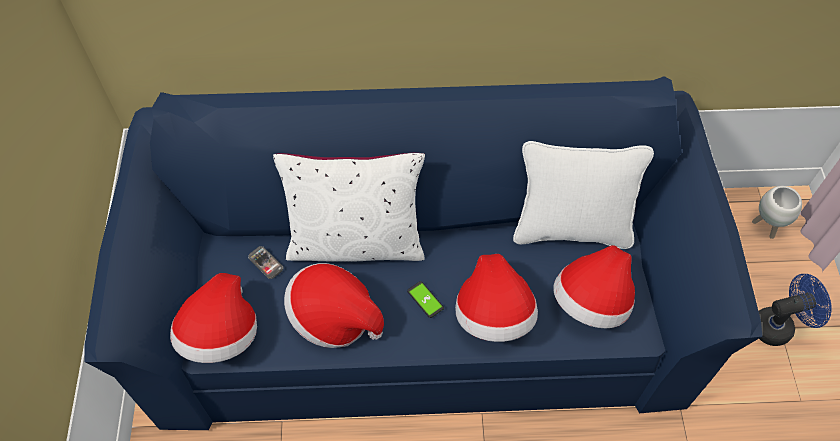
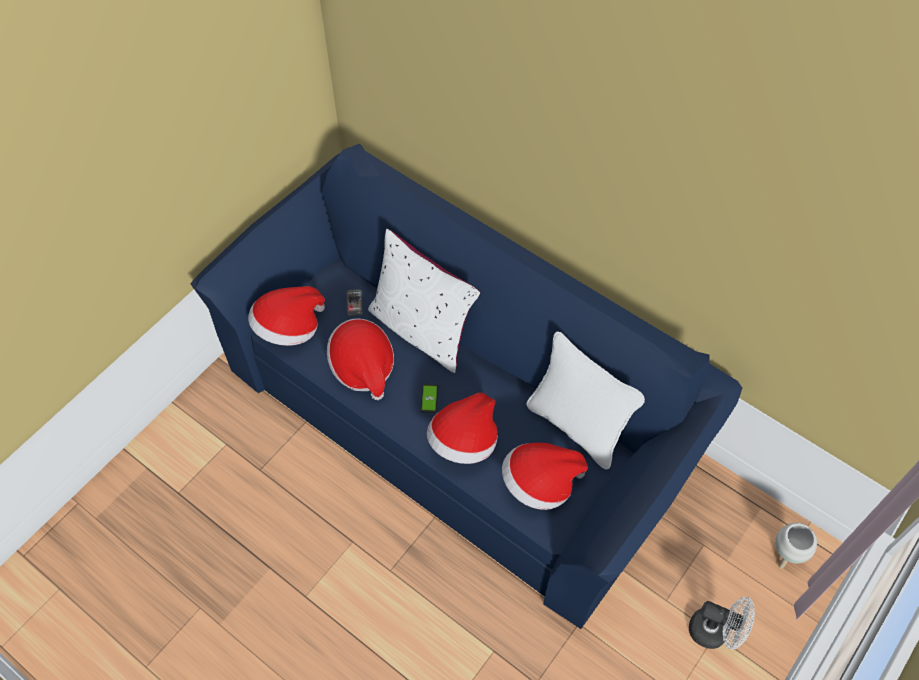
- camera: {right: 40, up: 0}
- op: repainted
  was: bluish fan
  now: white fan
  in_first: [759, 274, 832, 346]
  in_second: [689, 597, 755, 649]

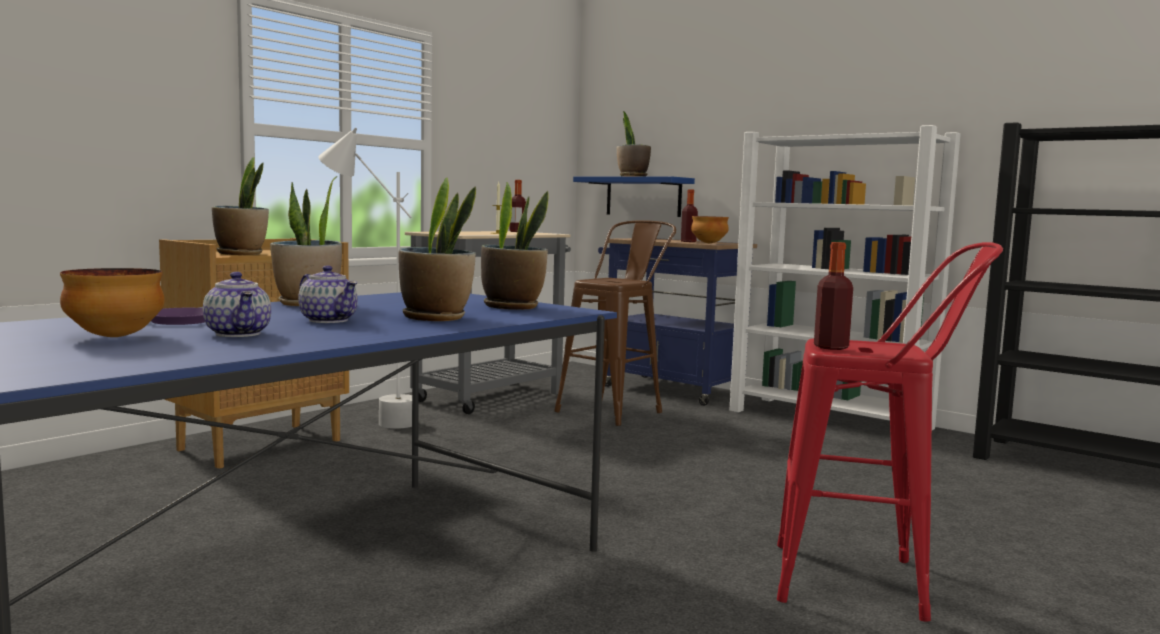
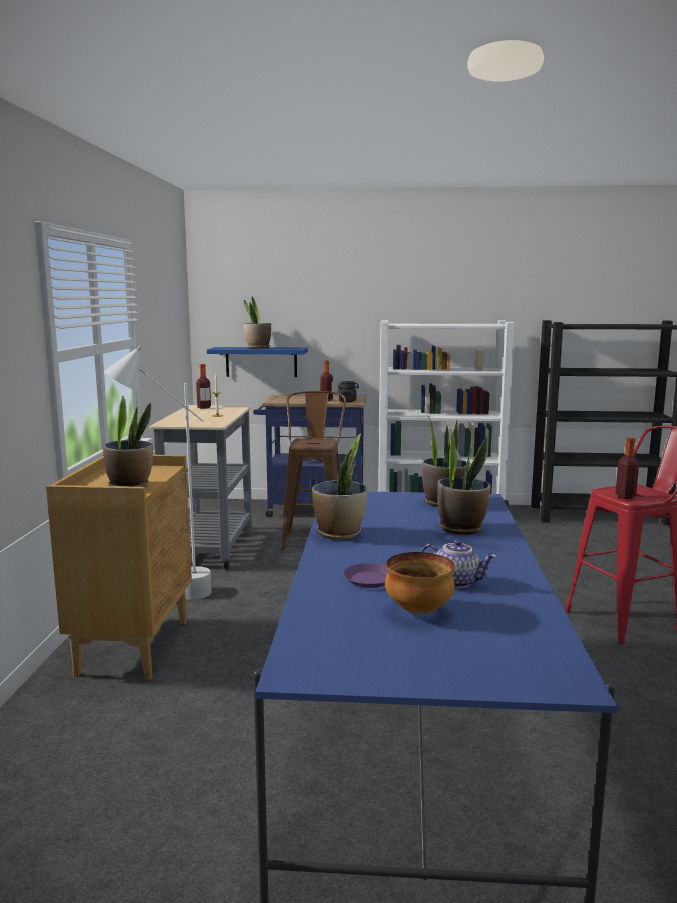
- camera: {right: -35, up: 5}
- op: gone
  was: tea pot
  in_first: [298, 265, 358, 323]
- op: swapped
  was: deep dish
  now: blackish jar
  in_first: [691, 216, 729, 243]
  in_second: [337, 381, 359, 402]

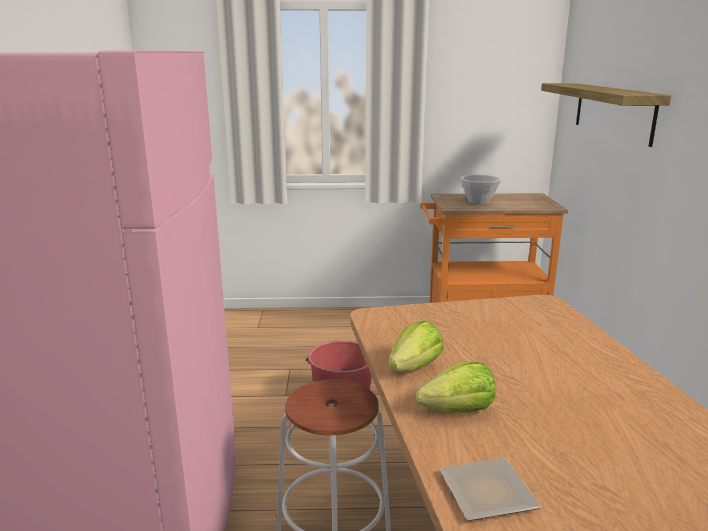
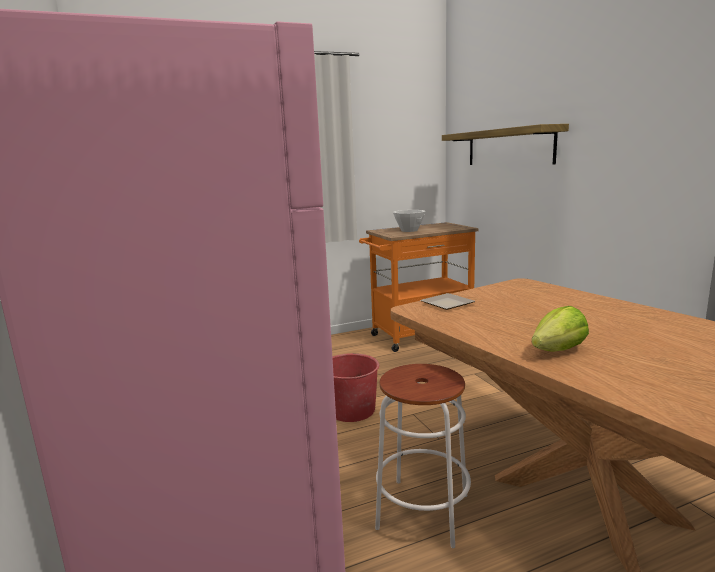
- camera: {right: -20, up: -5}
- op: gone
  was: lettuce
  in_first: [388, 321, 444, 372]
- op: shifted
  was: flat dish
  in_first: [439, 458, 541, 521]
  in_second: [420, 293, 475, 310]

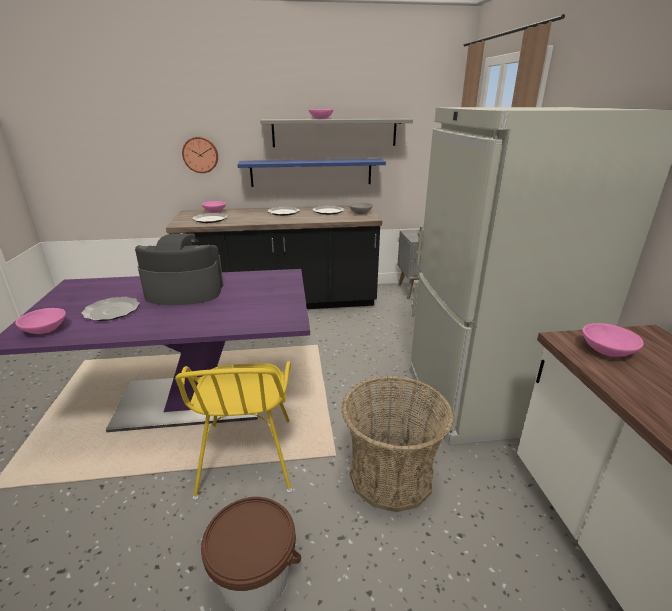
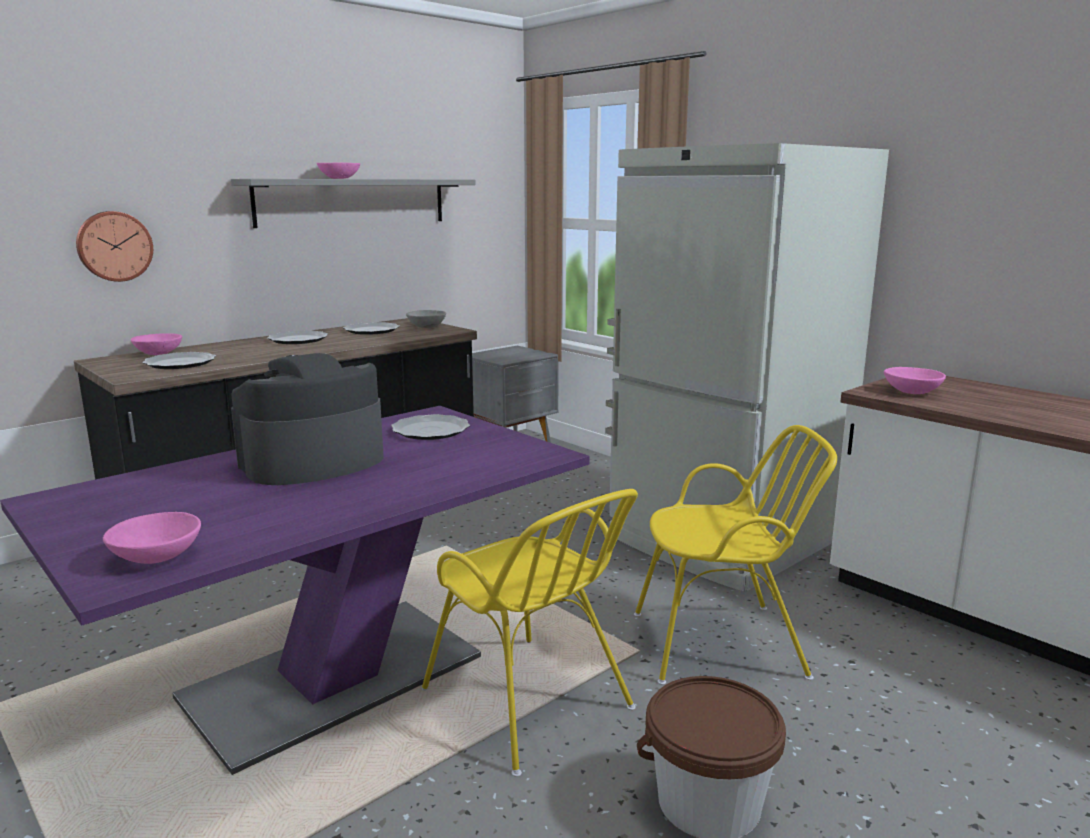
- camera: {right: -35, up: -10}
- op: gone
  was: bluish wall shelf
  in_first: [237, 159, 386, 187]
- op: shifted
  was: flat dish
  in_first: [81, 297, 140, 321]
  in_second: [391, 414, 470, 440]
- op: swapped
  was: household basket
  now: yellowish upright chair
  in_first: [341, 376, 454, 512]
  in_second: [634, 425, 837, 685]

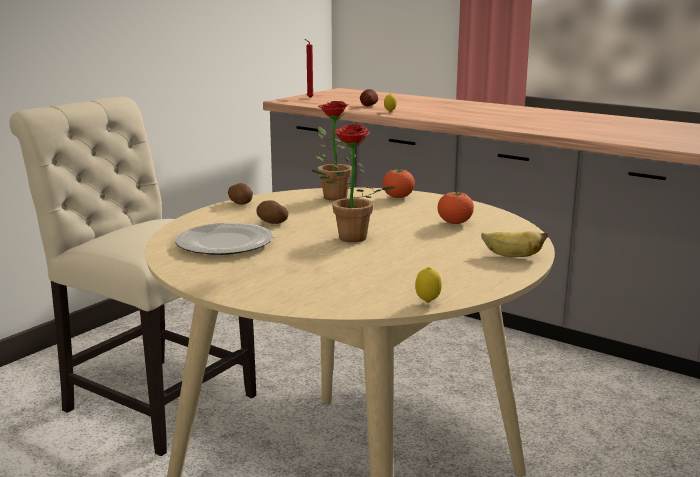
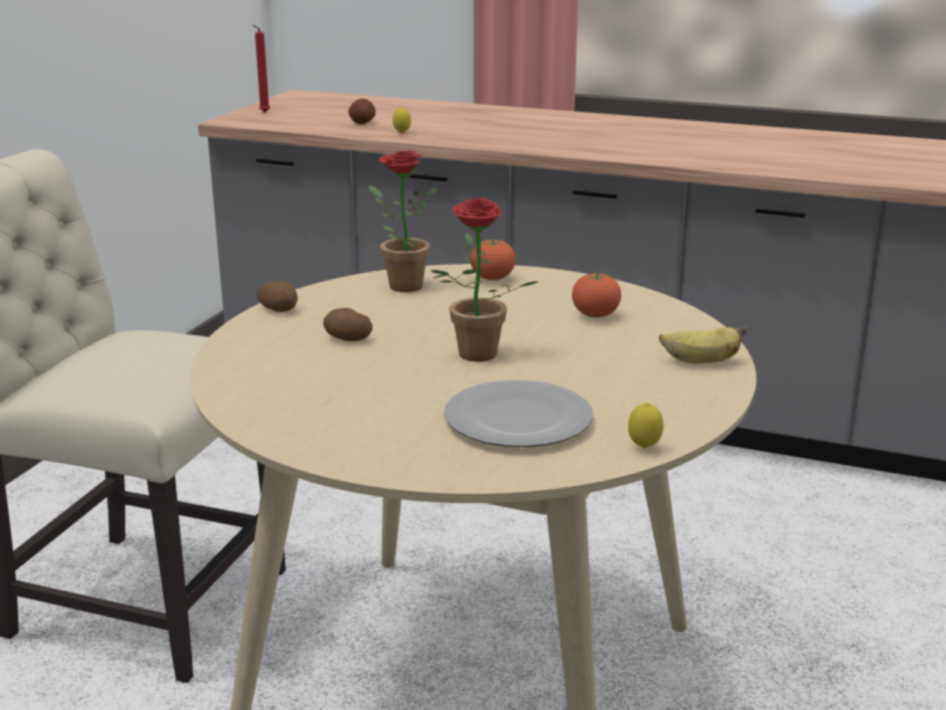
- camera: {right: -15, up: 5}
- op: shifted
  was: flat dish
  in_first: [175, 223, 273, 255]
  in_second: [444, 380, 593, 447]

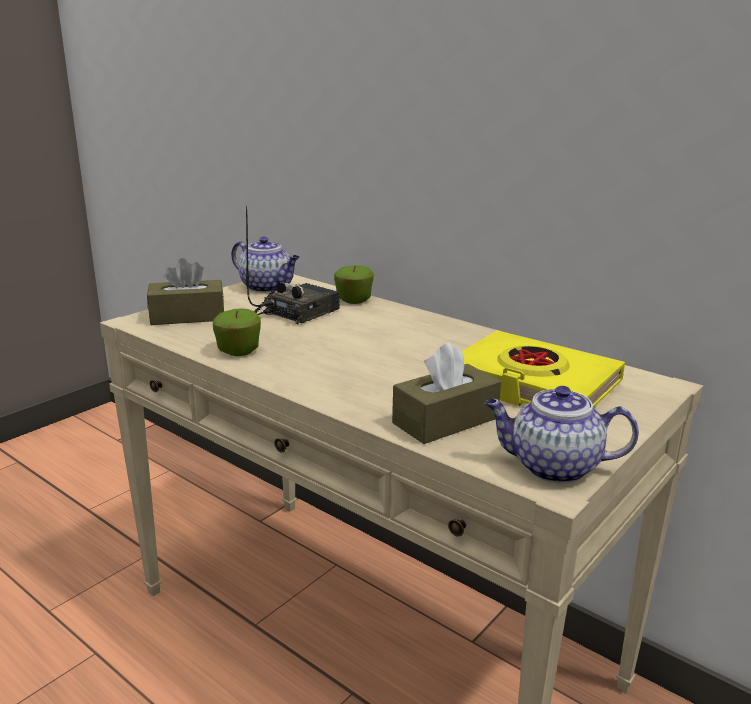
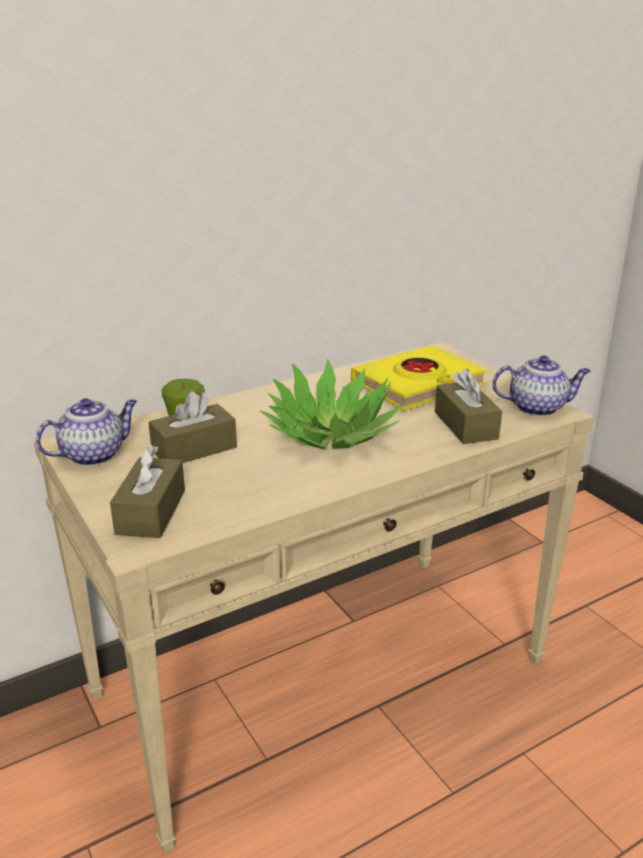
- camera: {right: -70, up: 5}
- op: gone
  was: whole apple
  in_first: [213, 308, 261, 356]
- op: new
  now: plant in a pot
  in_second: [260, 358, 404, 450]
- op: swapped
  was: radio receiver
  now: brownish tissue holder
  in_first: [246, 206, 340, 324]
  in_second: [148, 391, 237, 463]
- op: rotated
  was: tea pot
  in_first: [485, 386, 639, 483]
  in_second: [492, 356, 590, 416]
  clockwise: -120

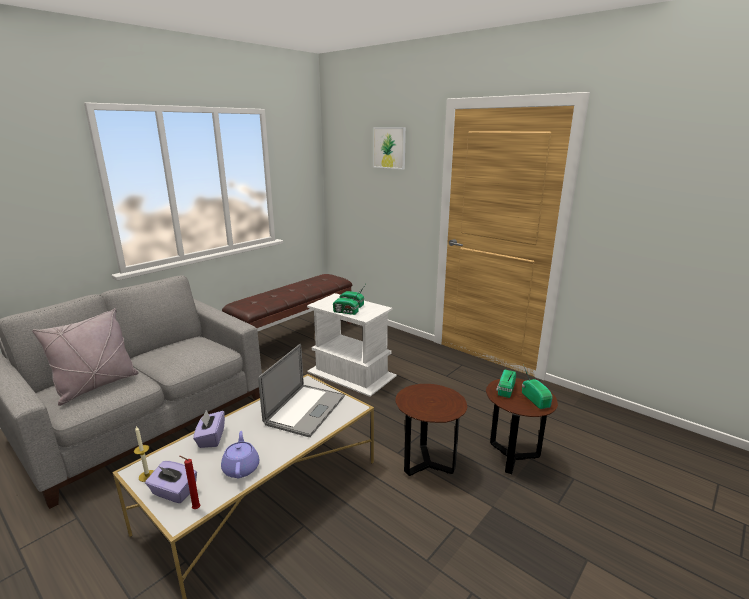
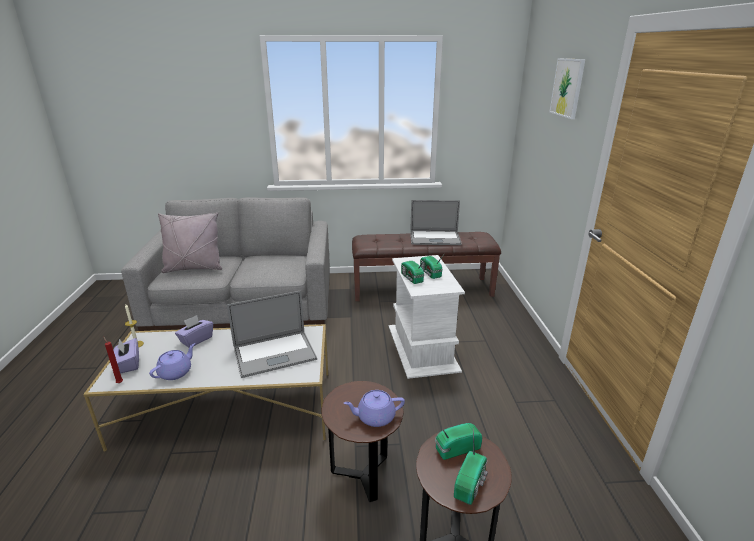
- camera: {right: 45, up: 5}
- op: new
  now: purplish tea pot
  in_second: [344, 390, 405, 427]
- op: new
  now: laptop
  in_second: [410, 200, 462, 245]

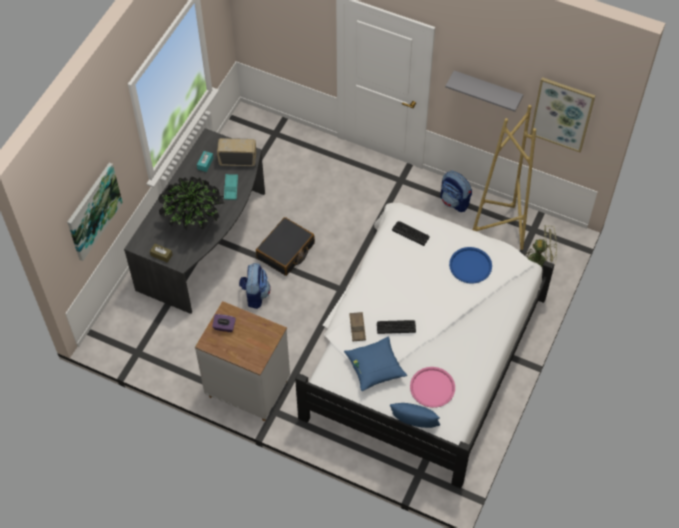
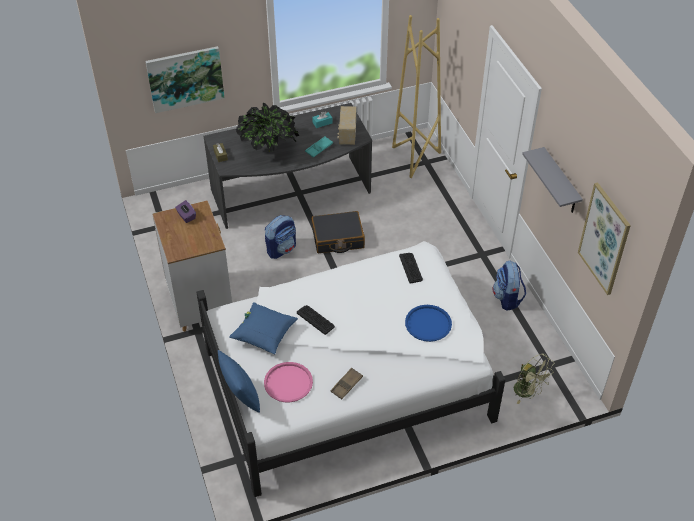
- camera: {right: 45, up: -10}
- op: shifted
  was: brownish serving tray
  in_first: [349, 312, 366, 341]
  in_second: [330, 368, 363, 399]
- op: shifted
  was: yellowish clothes rack
  in_first: [473, 105, 536, 250]
  in_second: [392, 15, 441, 178]
- op: rotated
  was: radio receiver
  in_first: [217, 138, 256, 166]
  in_second: [337, 106, 356, 145]
  clockwise: -135

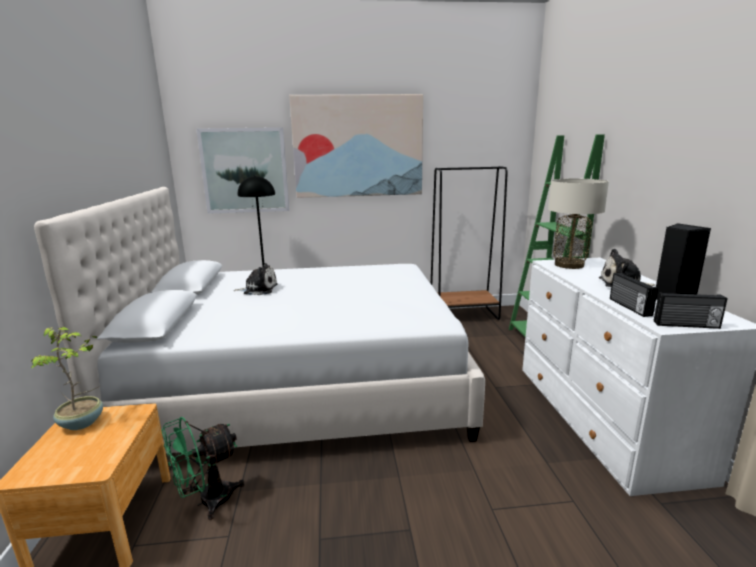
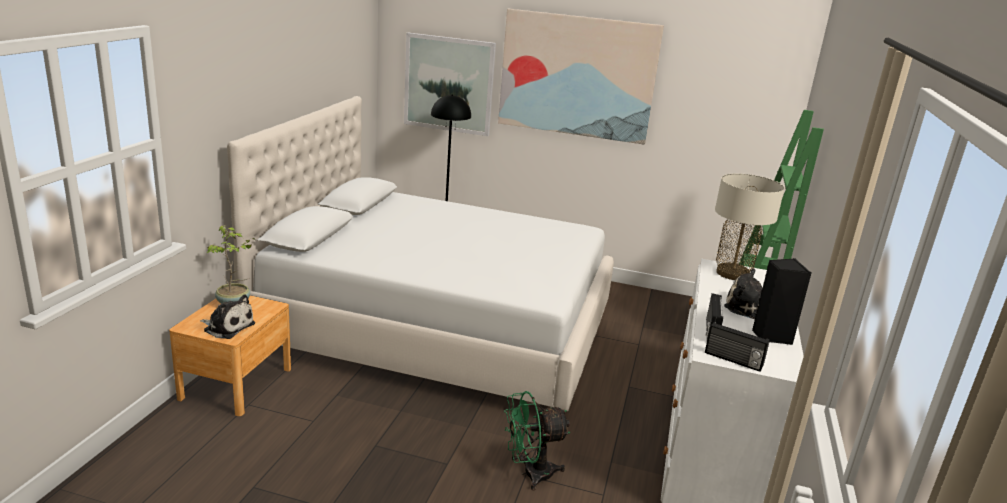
- camera: {right: 20, up: 5}
- op: gone
  was: clothes rack
  in_first: [431, 166, 508, 320]
- op: shifted
  was: green fan
  in_first: [161, 417, 245, 520]
  in_second: [504, 391, 571, 491]
- op: shifted
  was: soft toy
  in_first: [234, 263, 278, 295]
  in_second: [200, 294, 255, 339]

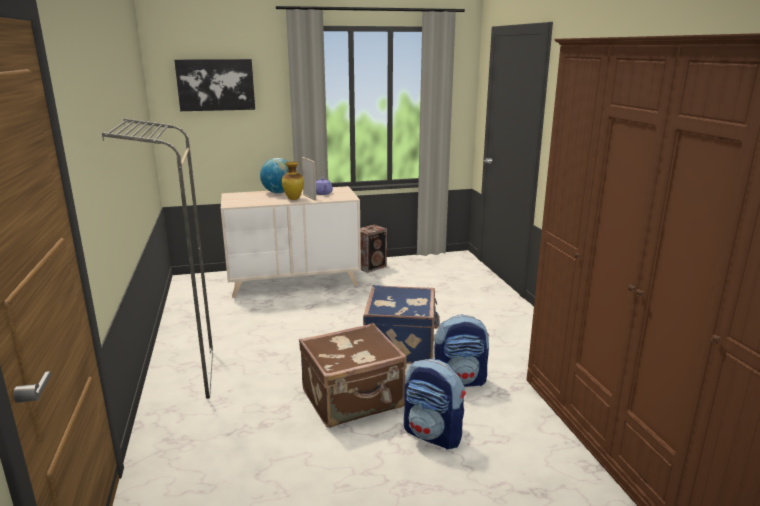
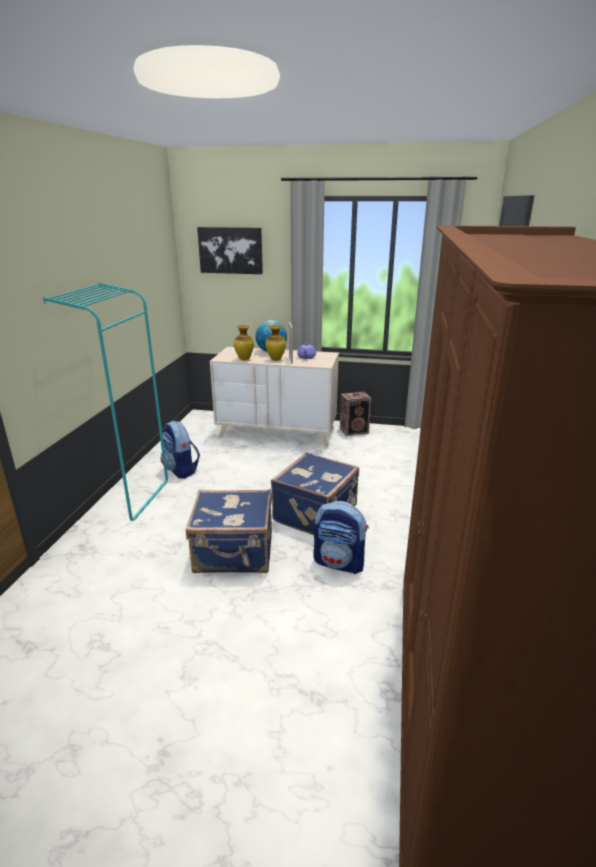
- camera: {right: 25, up: 5}
- op: new
  now: flower vase
  in_second: [234, 325, 254, 360]
- op: shifted
  was: backpack
  in_first: [404, 359, 466, 450]
  in_second: [161, 421, 200, 479]
- op: repainted
  was: grey clothes rack
  now: turquoise clothes rack
  in_first: [102, 118, 213, 399]
  in_second: [43, 283, 168, 521]
- op: repainted
  was: brownish suitcase
  now: bluish suitcase
  in_first: [299, 323, 407, 428]
  in_second: [186, 489, 272, 573]

